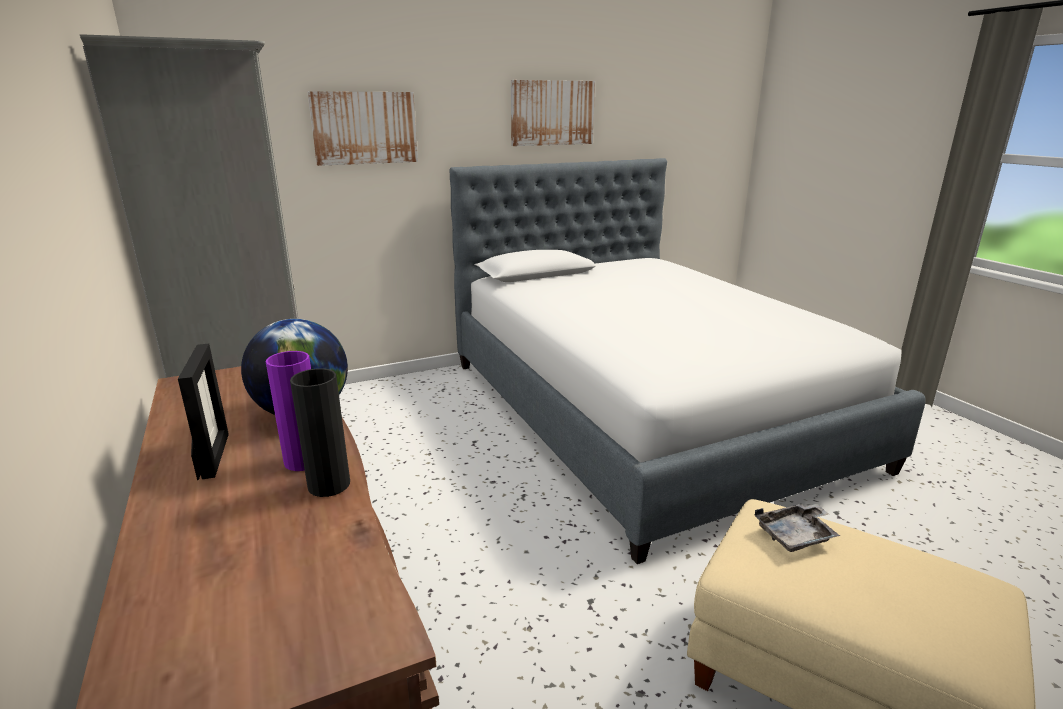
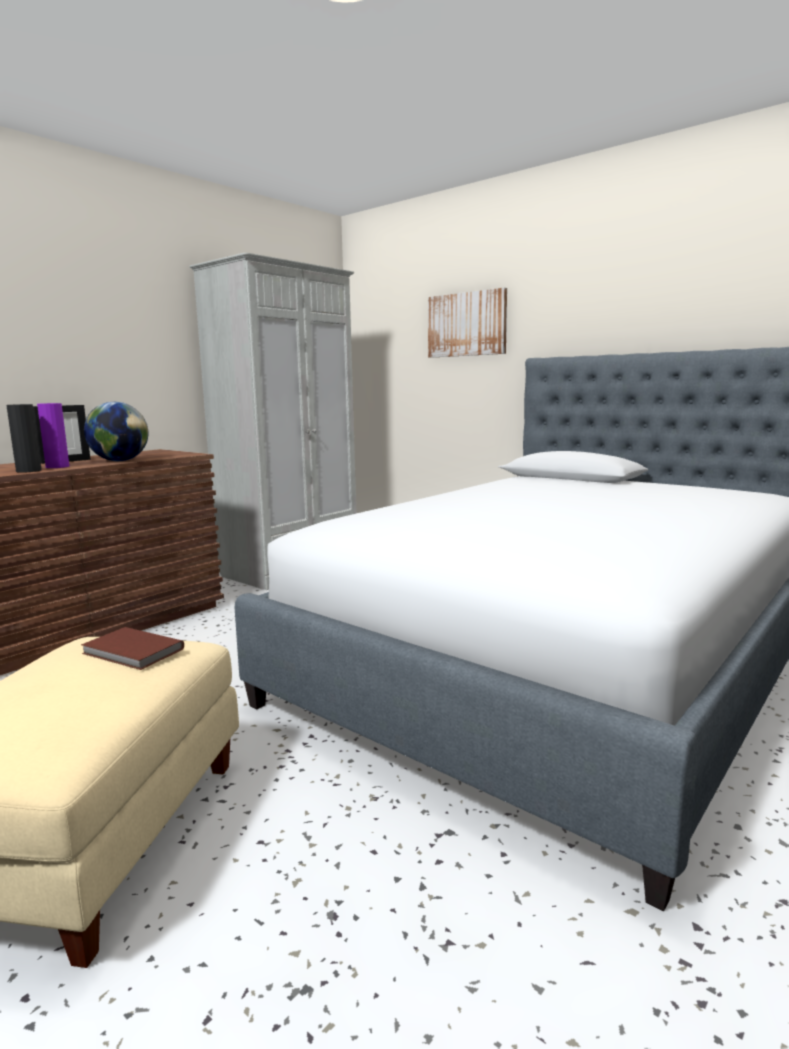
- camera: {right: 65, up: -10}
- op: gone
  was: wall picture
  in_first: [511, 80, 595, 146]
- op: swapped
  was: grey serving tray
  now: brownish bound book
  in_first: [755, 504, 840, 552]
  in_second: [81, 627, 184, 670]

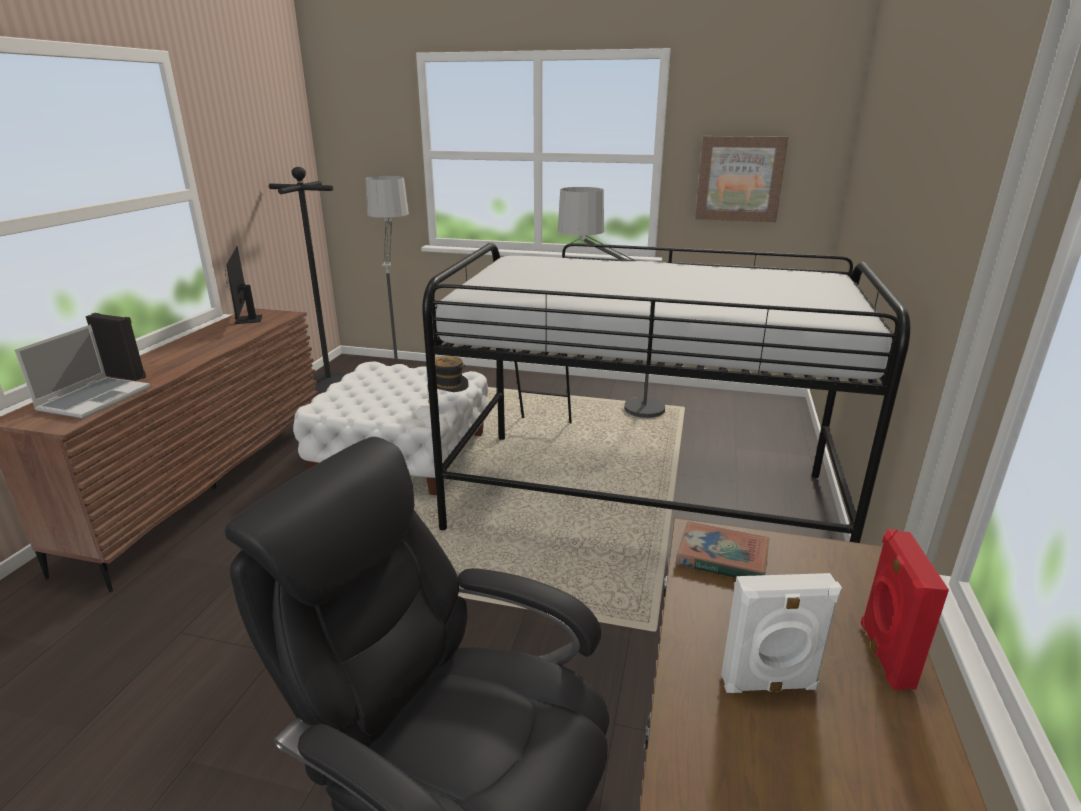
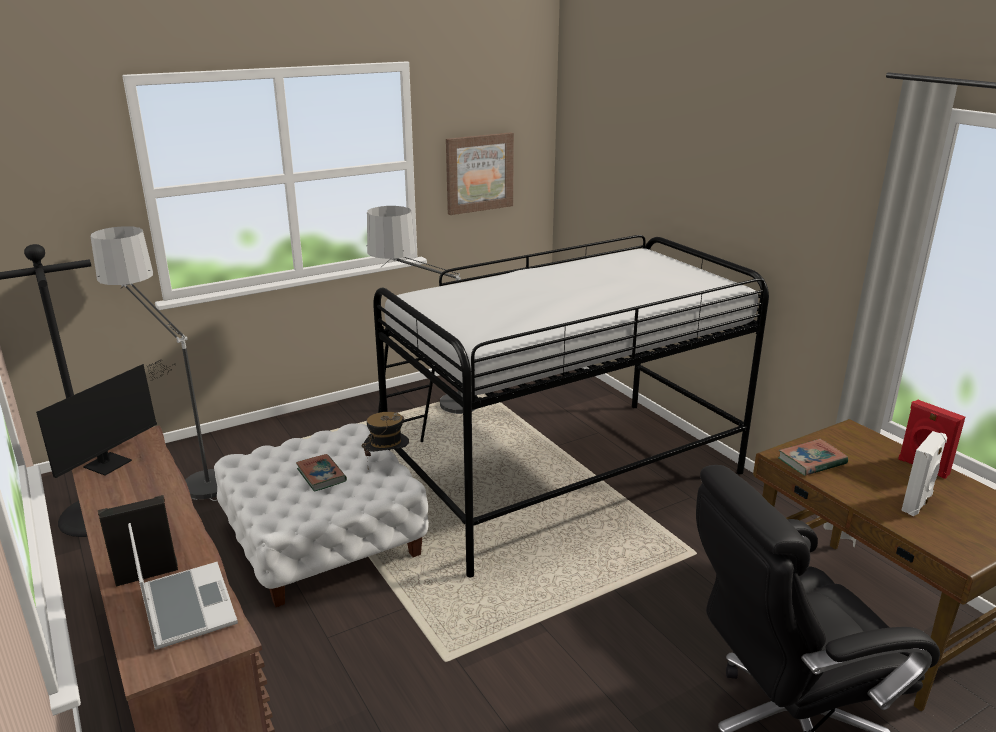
- camera: {right: -45, up: 0}
- op: new
  now: bound book
  in_second: [296, 454, 347, 491]
- op: rotated
  was: computer display
  in_first: [224, 246, 262, 324]
  in_second: [36, 359, 173, 478]
  clockwise: -90

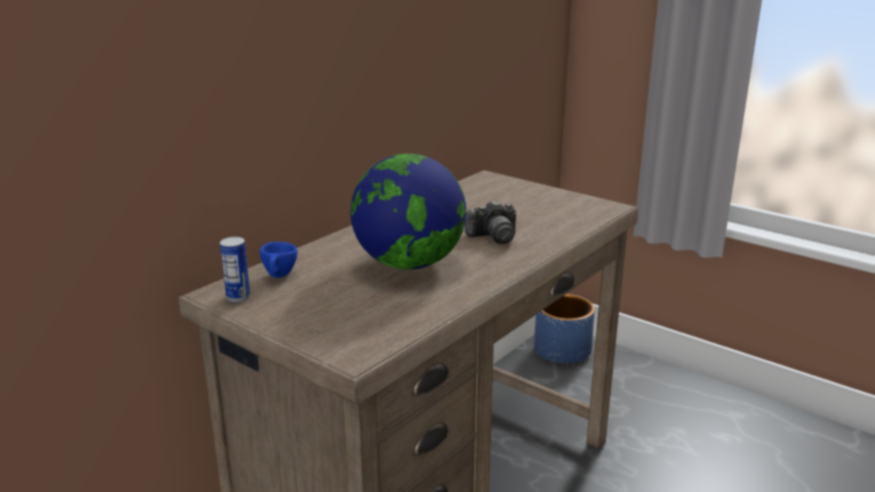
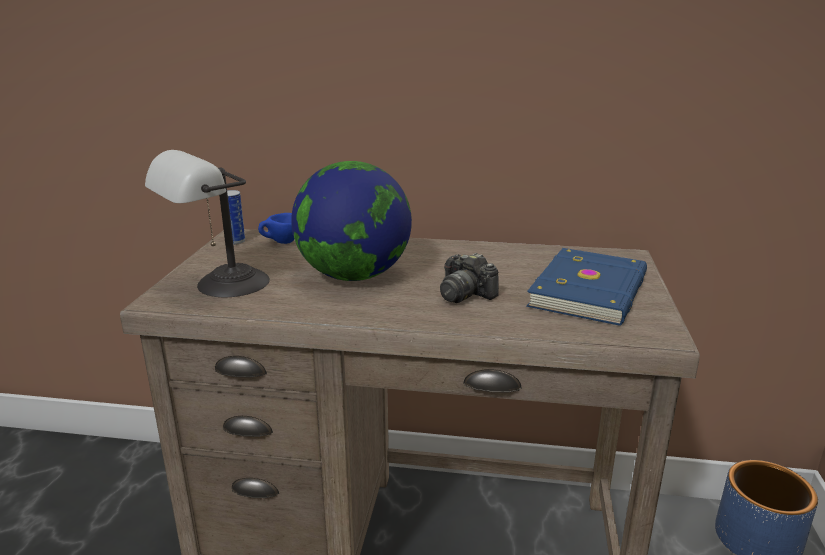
- camera: {right: 60, up: 0}
- op: new
  now: tabletop lamp
  in_second: [145, 150, 270, 297]
- op: new
  now: bluish bound book
  in_second: [526, 248, 647, 325]

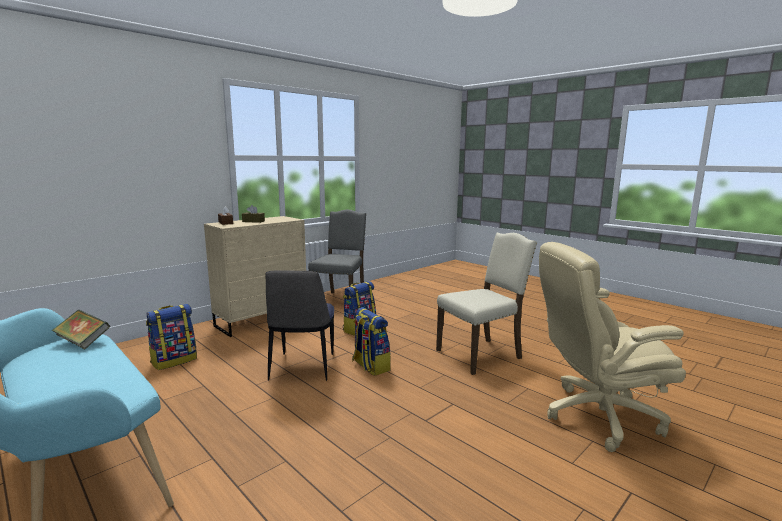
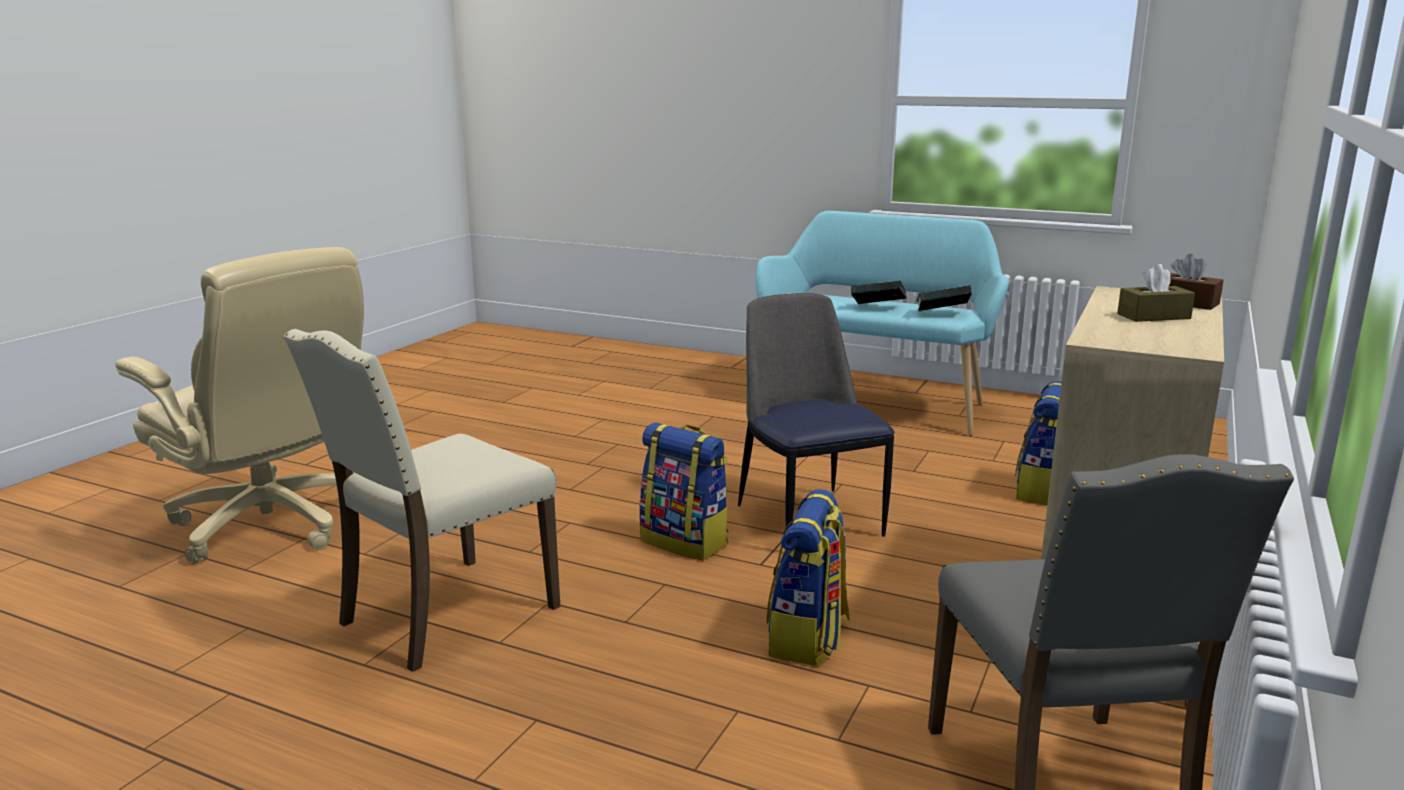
- camera: {right: 160, up: 5}
- op: new
  now: bound book
  in_second: [851, 281, 906, 304]
- op: rotated
  was: beige desk chair
  in_first: [539, 242, 686, 452]
  in_second: [115, 247, 364, 564]
  clockwise: 60

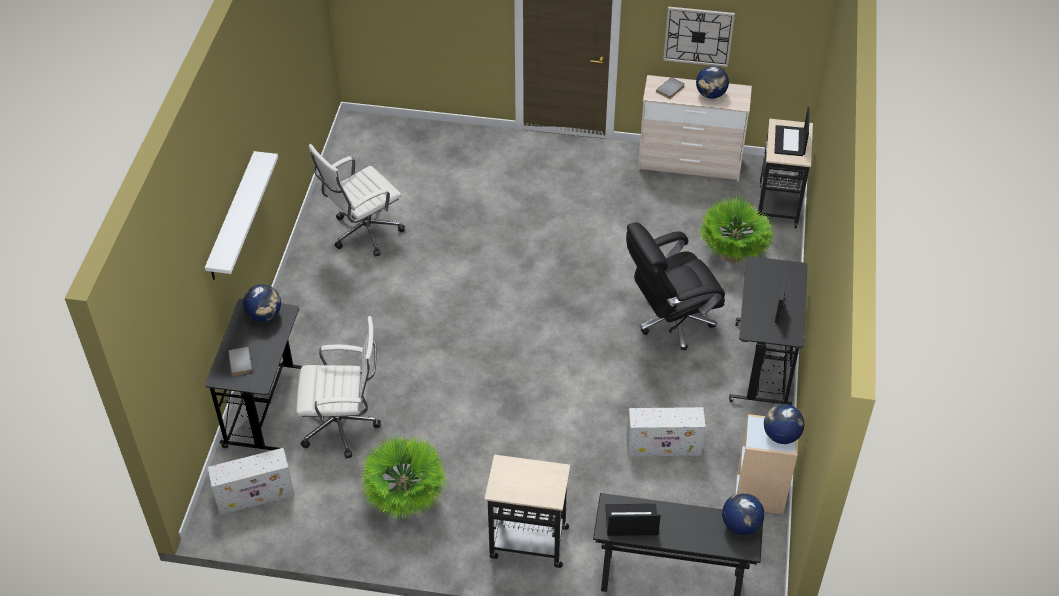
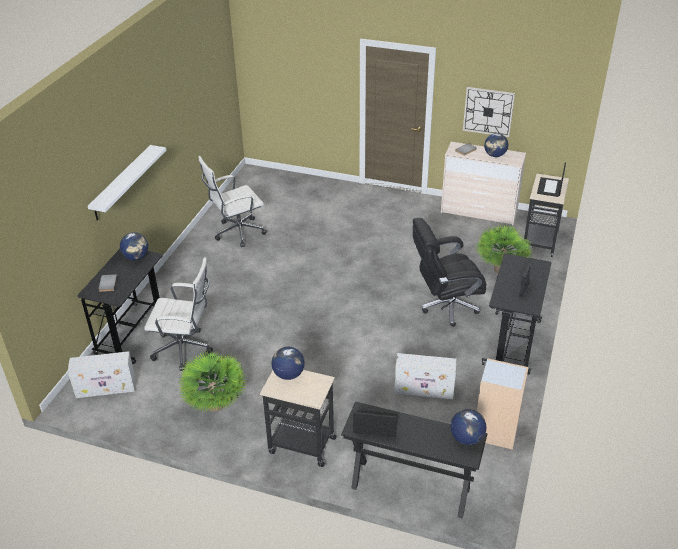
- camera: {right: 10, up: -10}
- op: shifted
  was: desk globe
  in_first: [764, 404, 804, 444]
  in_second: [271, 347, 305, 380]

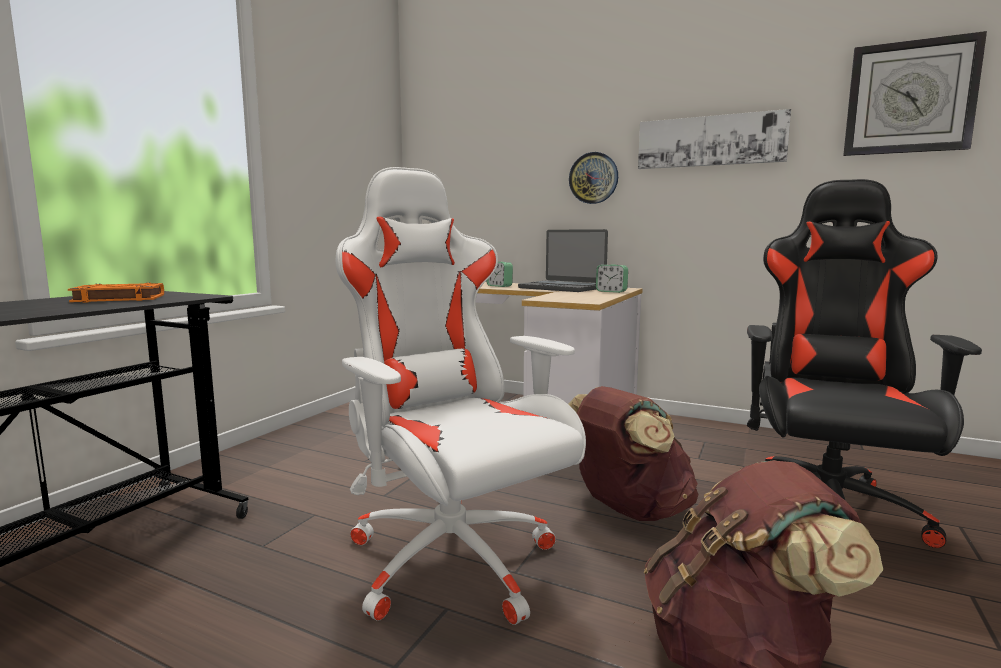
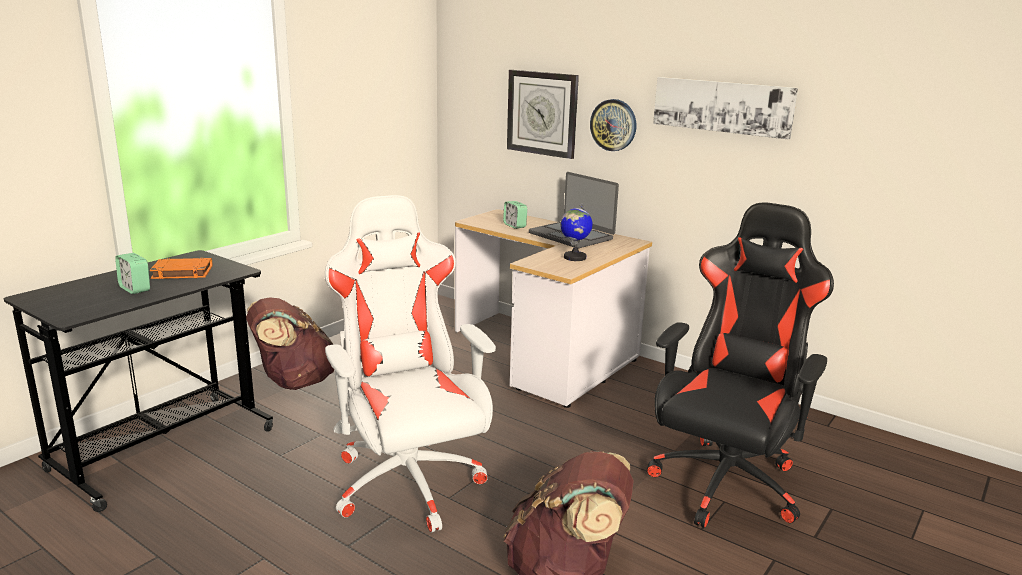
- camera: {right: 10, up: 10}
- op: new
  now: desk globe
  in_second: [560, 203, 593, 261]
- op: shifted
  was: brownish backpack
  in_first: [568, 386, 699, 521]
  in_second: [246, 297, 334, 390]
- op: shifted
  was: table clock
  in_first: [596, 264, 628, 293]
  in_second: [115, 253, 150, 294]
- op: shifted
  was: hanging clock
  in_first: [843, 31, 987, 156]
  in_second: [507, 70, 579, 159]

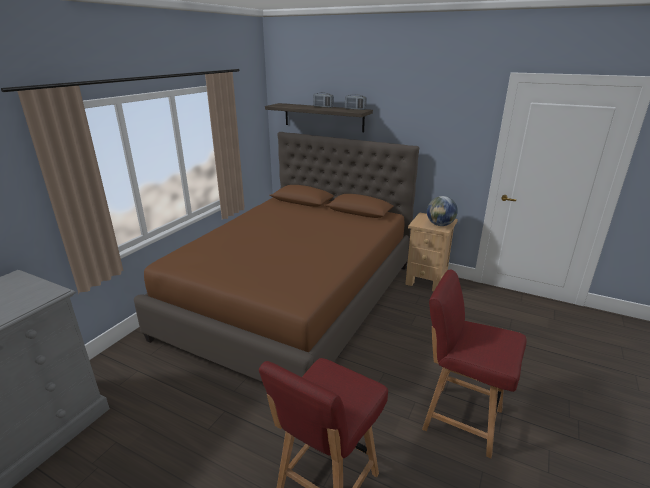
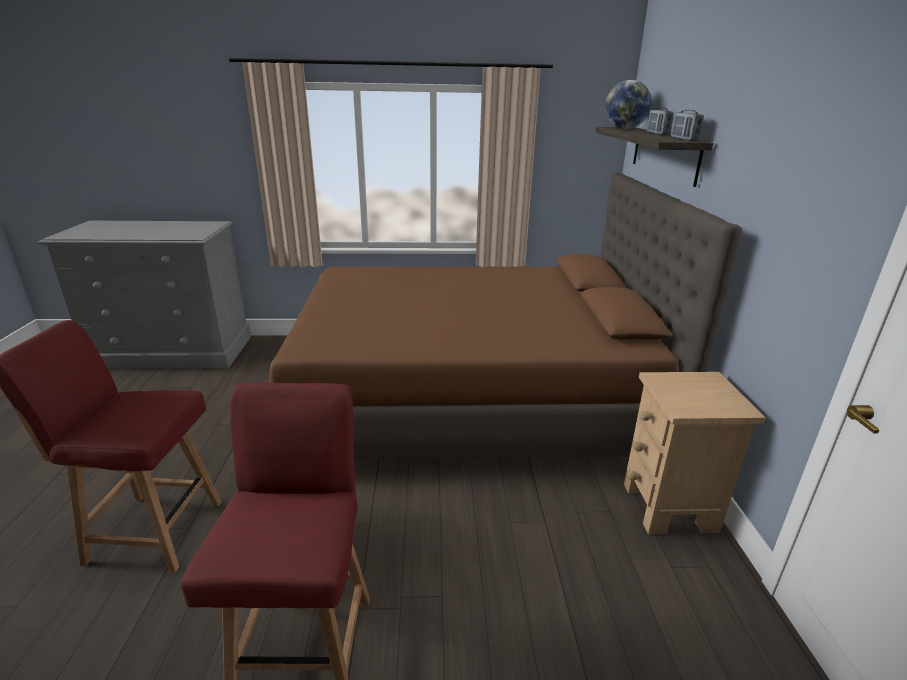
- camera: {right: 60, up: 0}
- op: shifted
  was: desk globe
  in_first: [427, 196, 458, 226]
  in_second: [604, 80, 652, 130]

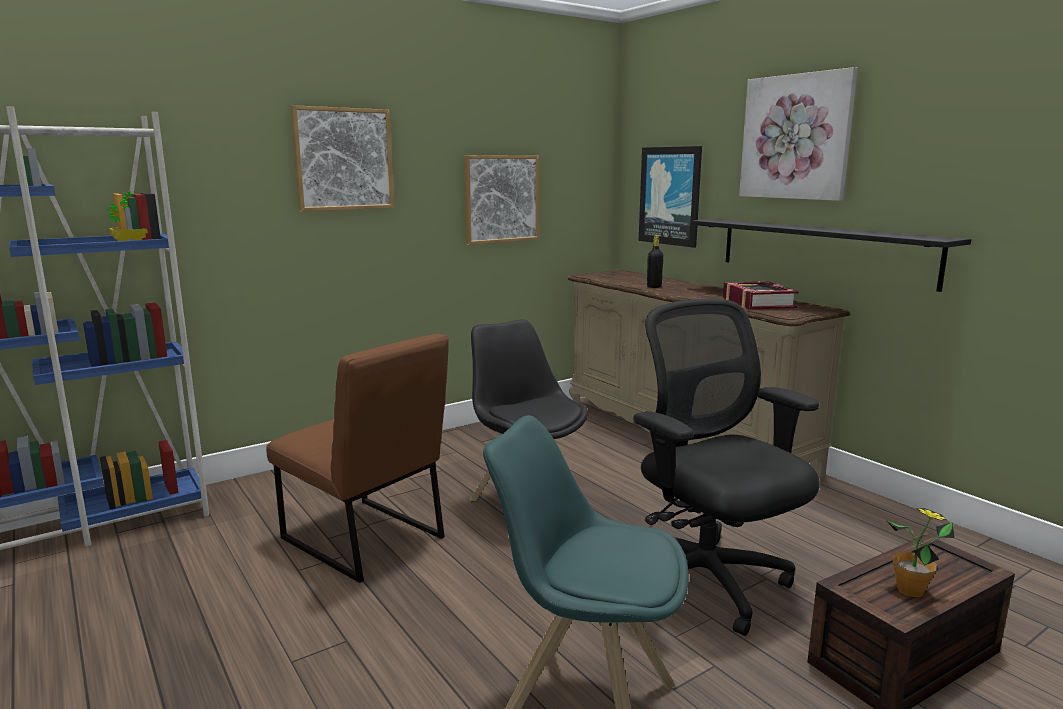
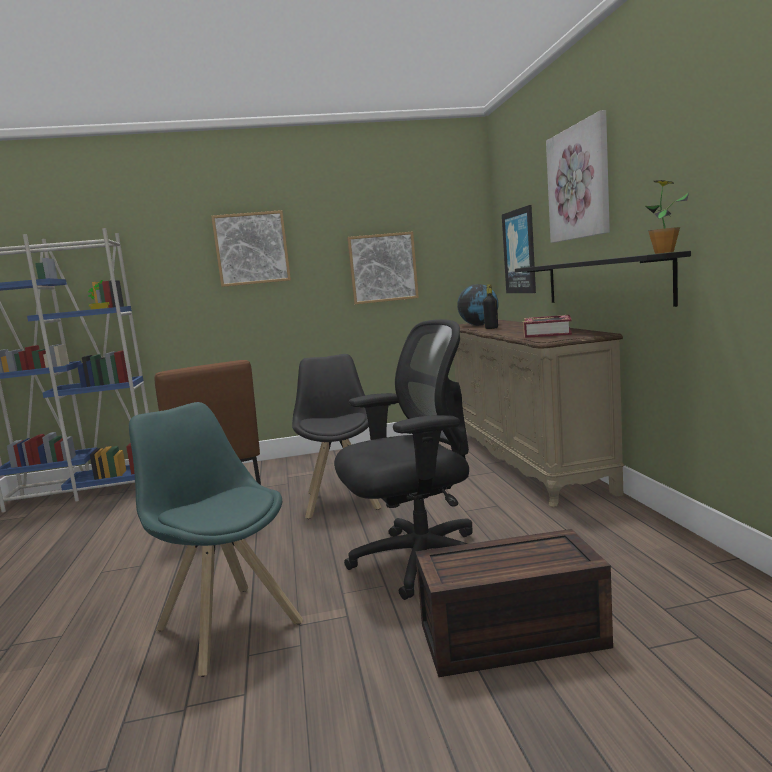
- camera: {right: 25, up: -5}
- op: new
  now: desk globe
  in_second: [457, 284, 499, 326]
- op: shifted
  was: plant in a pot
  in_first: [886, 508, 955, 597]
  in_second: [645, 180, 689, 254]
- op: rotated
  was: blackish desk chair
  in_first: [633, 299, 820, 636]
  in_second: [334, 319, 472, 600]
  clockwise: 75

